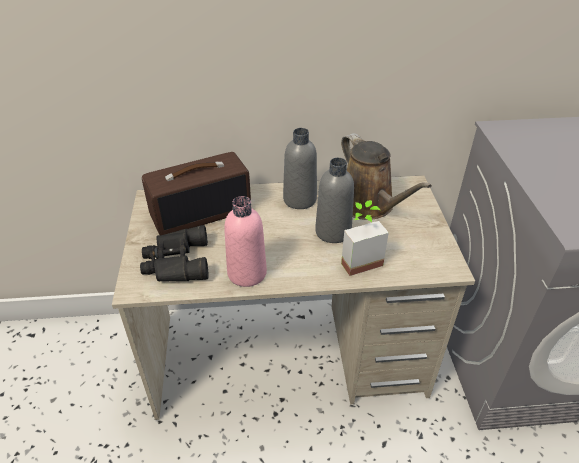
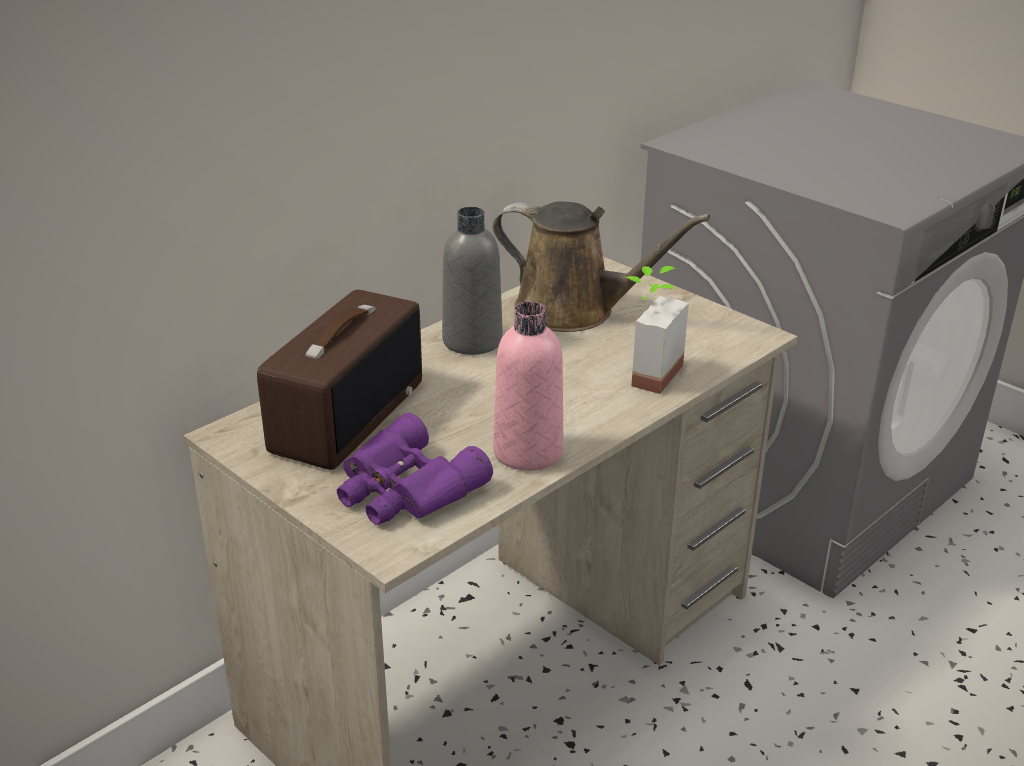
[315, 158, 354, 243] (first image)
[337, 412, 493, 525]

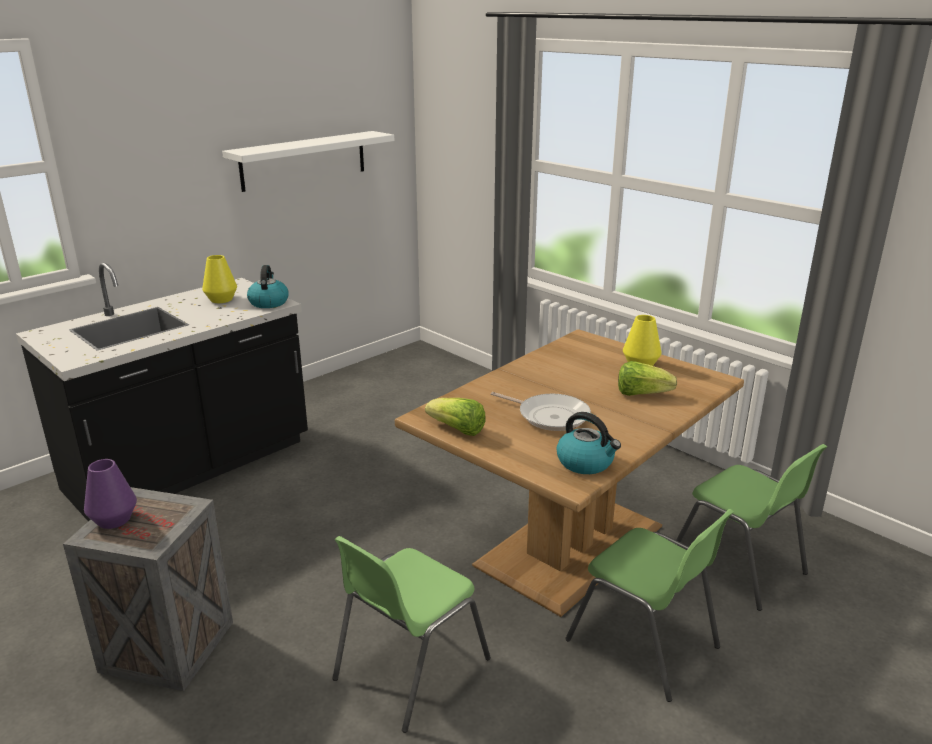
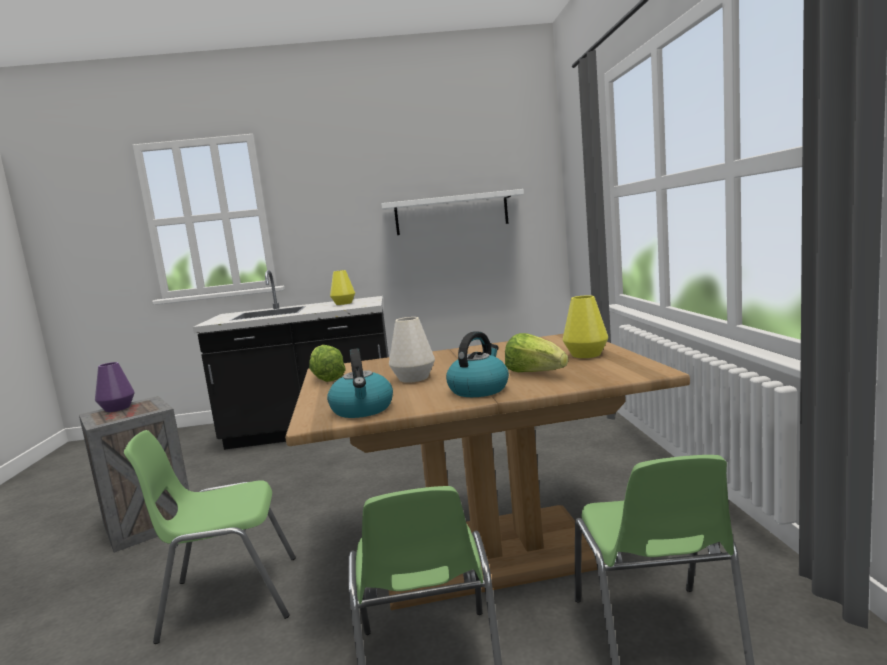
[446, 331, 509, 397]
[389, 317, 435, 383]

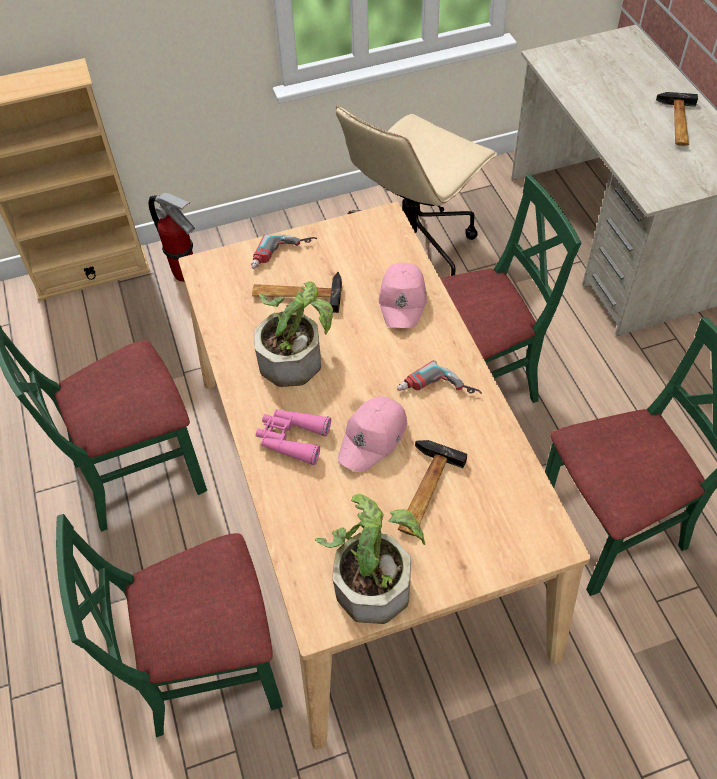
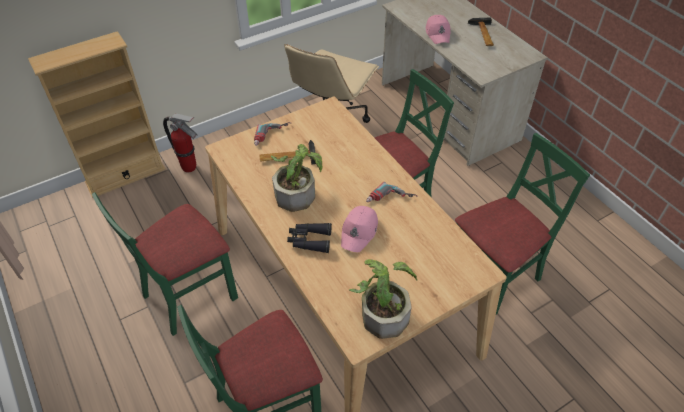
[398, 440, 467, 536] (first image)
[426, 15, 451, 44]
[287, 223, 332, 253]

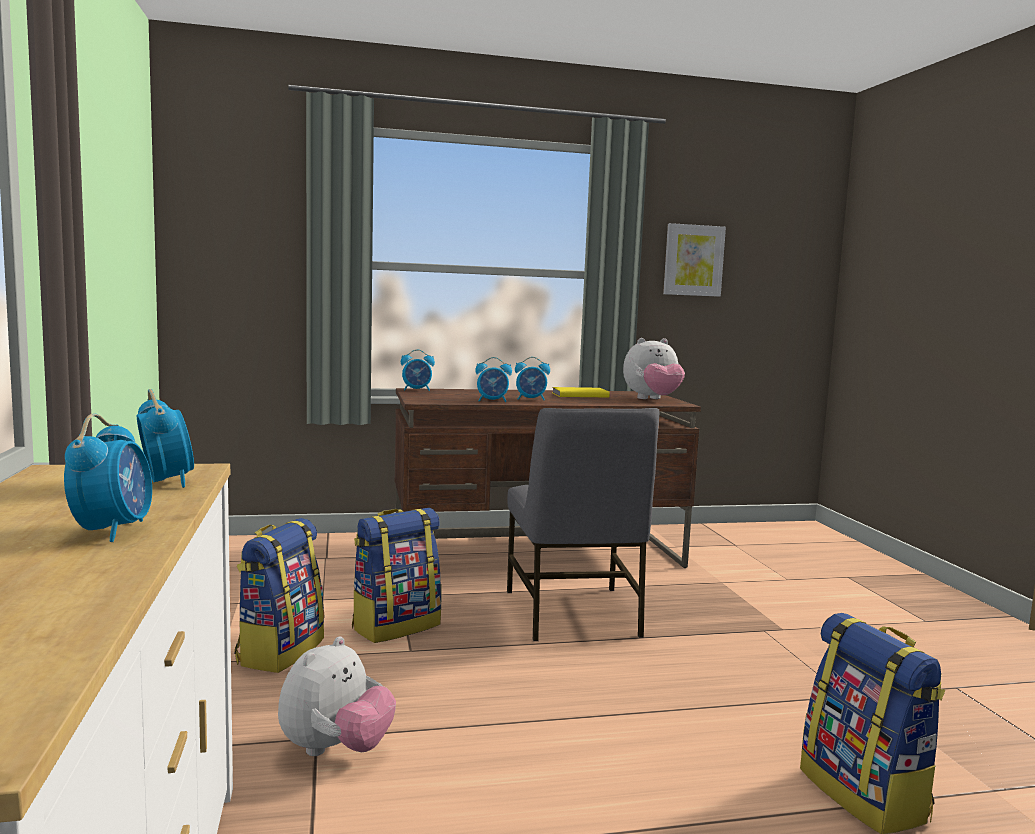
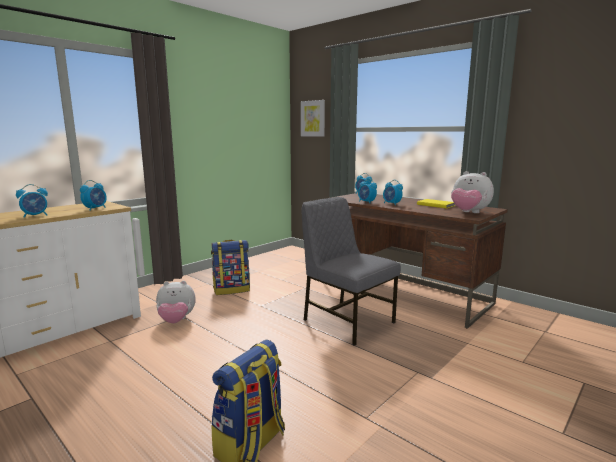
[352, 508, 442, 643] (first image)
[301, 100, 325, 137]
[302, 197, 401, 346]

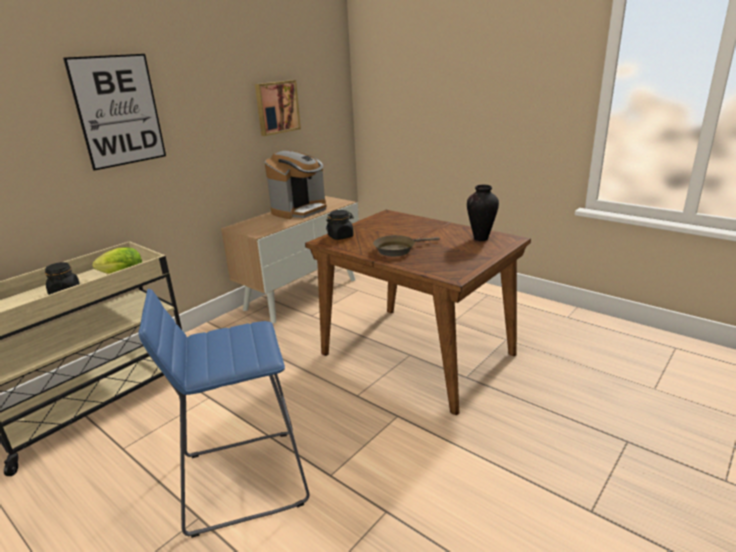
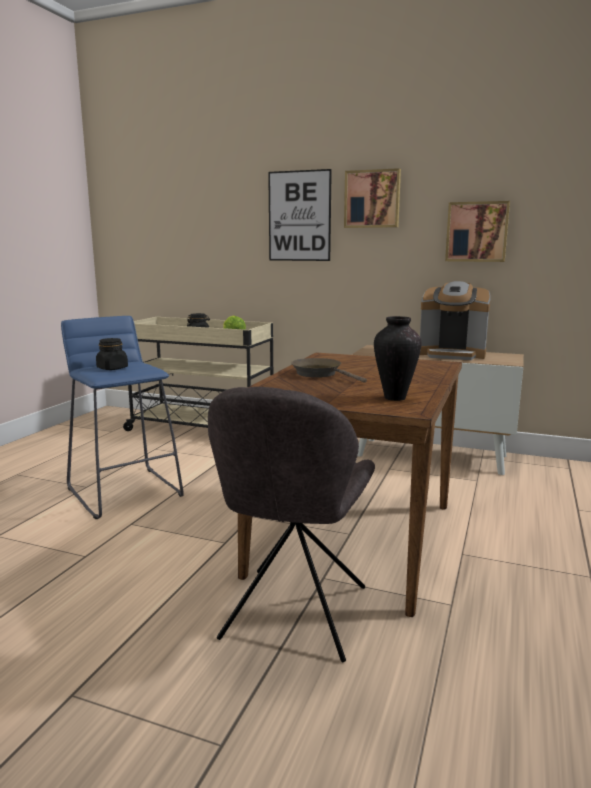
[208, 387, 375, 662]
[344, 168, 401, 228]
[96, 338, 128, 370]

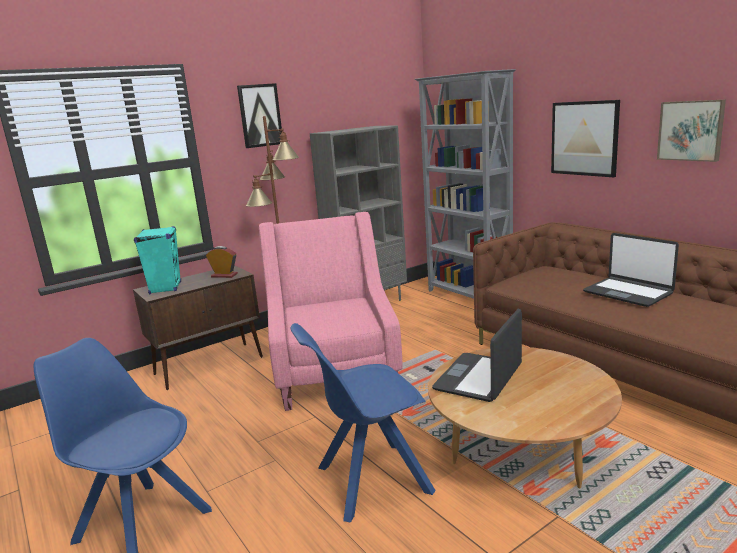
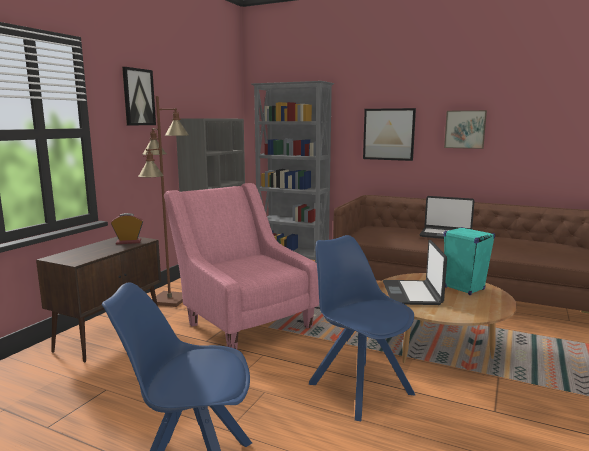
[443, 227, 495, 295]
[309, 235, 416, 421]

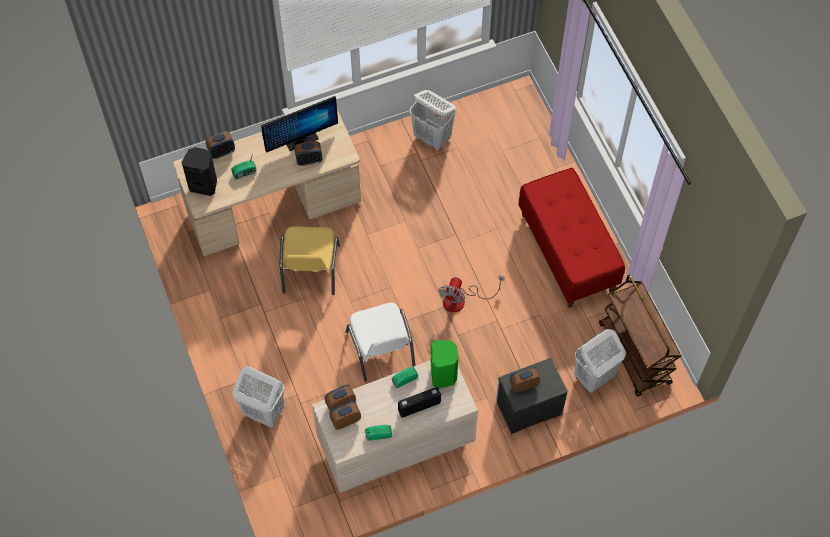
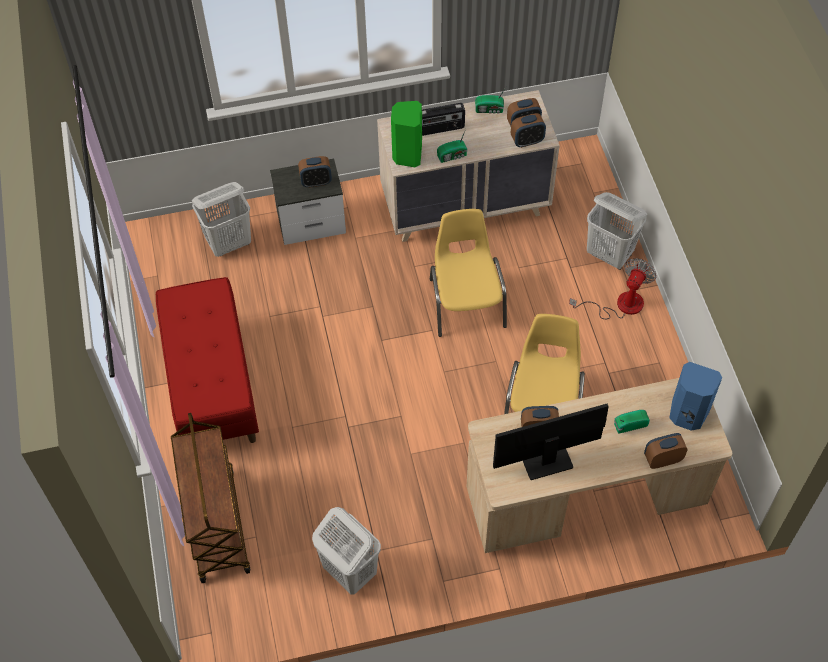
[569, 258, 656, 319]
[171, 413, 250, 583]
[669, 362, 722, 431]
[430, 209, 507, 337]

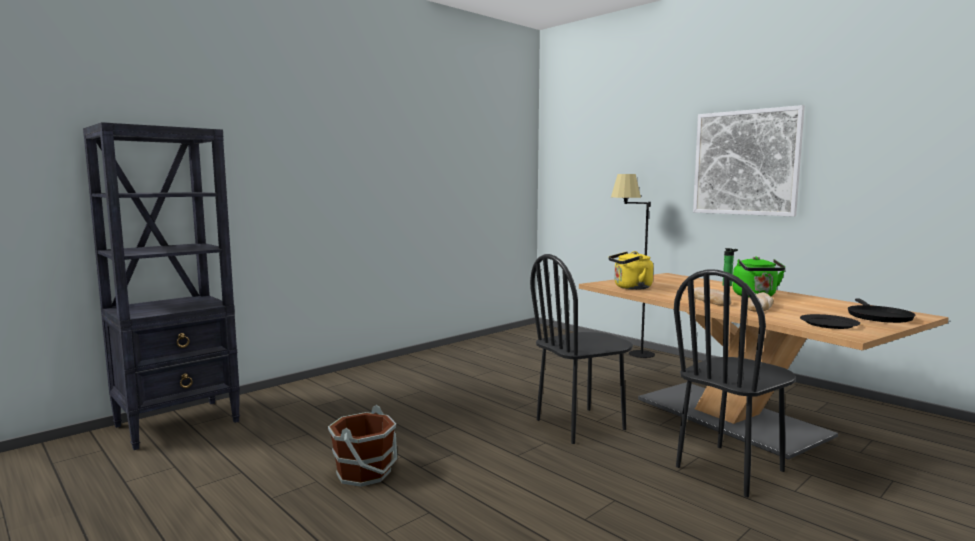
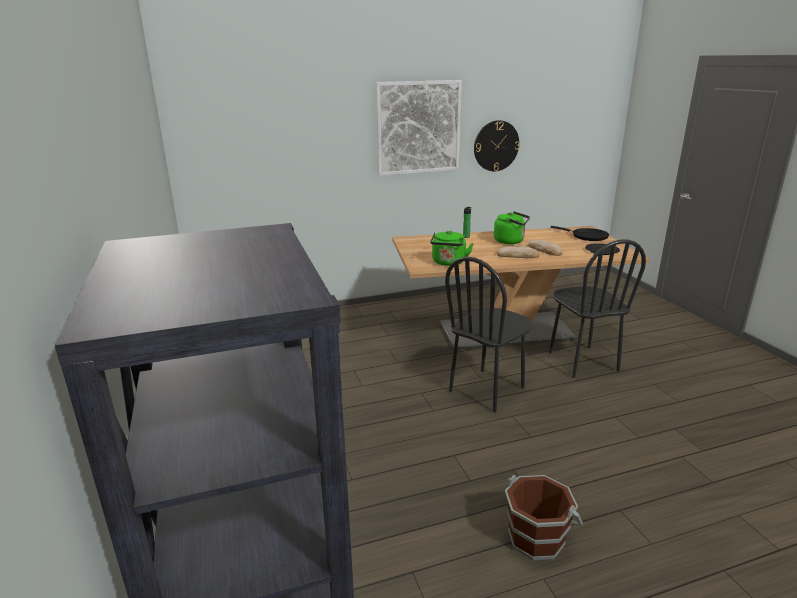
[611, 174, 655, 358] (first image)
[474, 120, 520, 171]
[430, 231, 474, 266]
[445, 257, 532, 412]

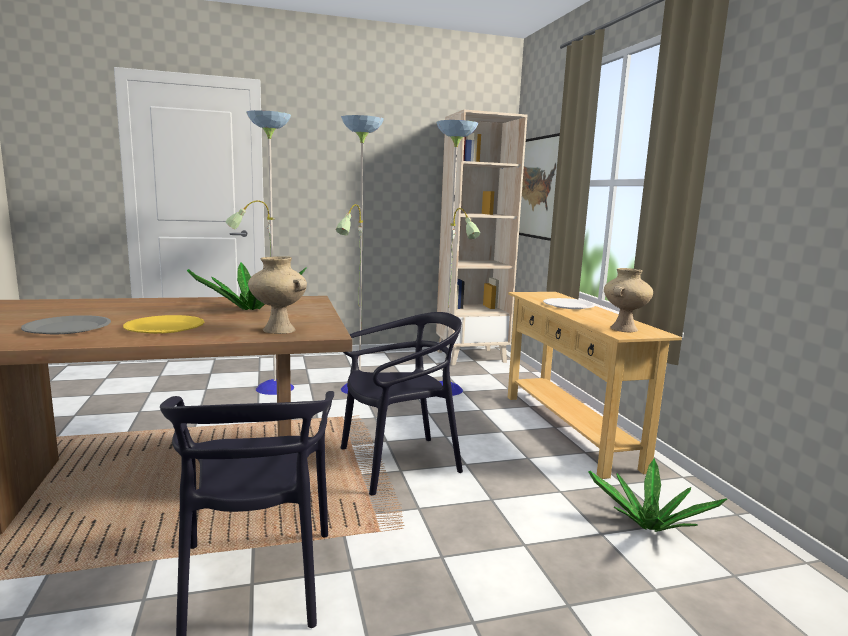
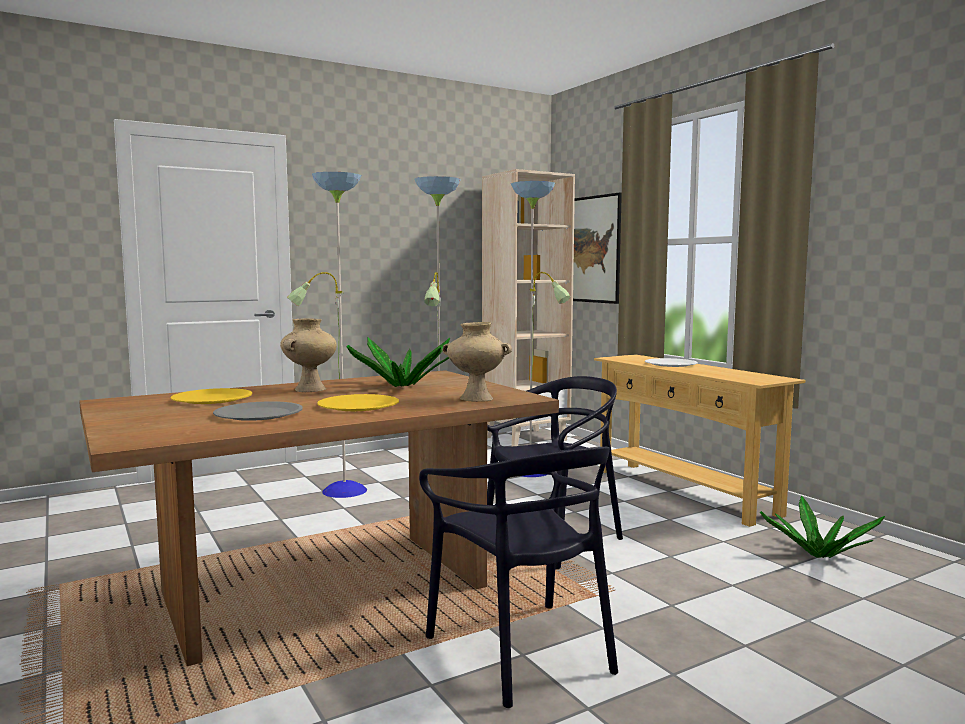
[171, 388, 253, 404]
[280, 318, 337, 392]

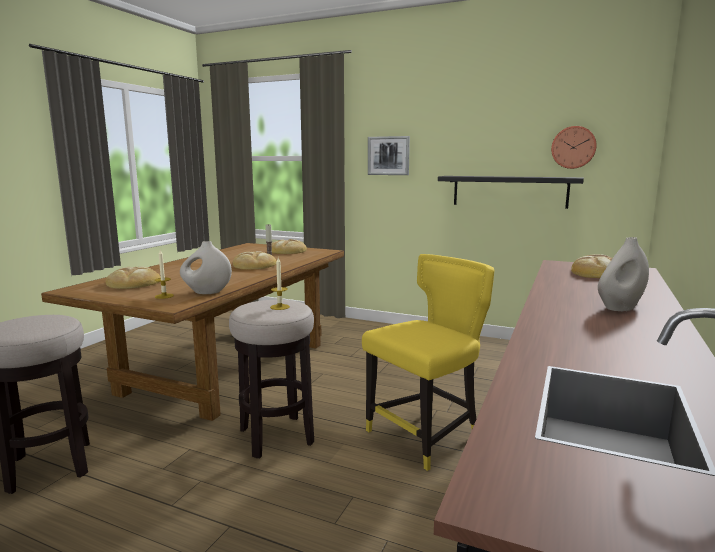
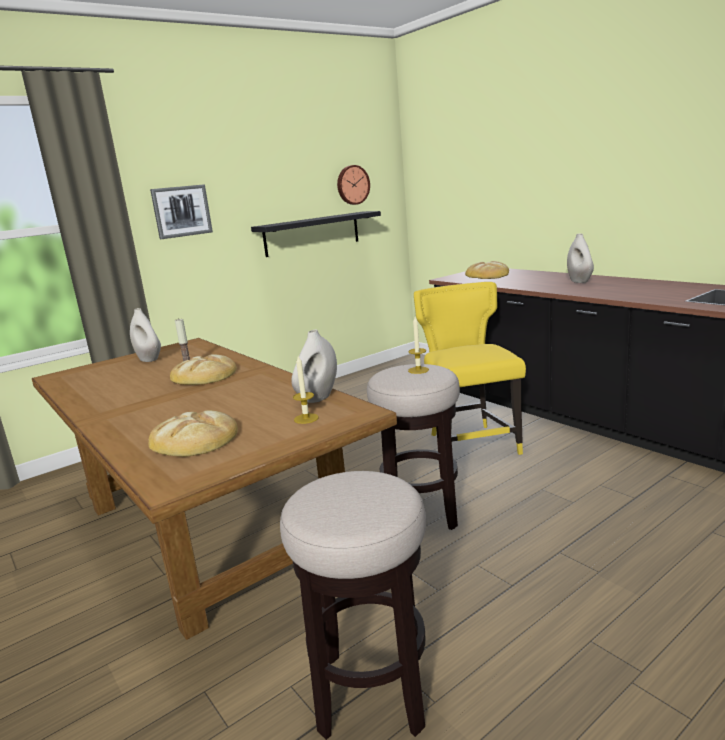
[130, 308, 161, 362]

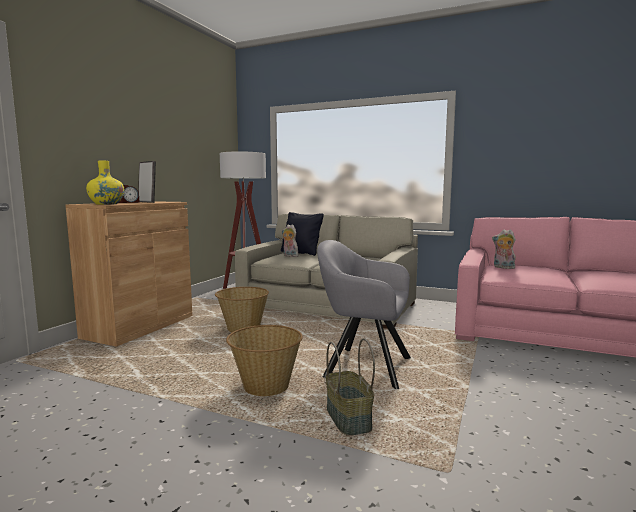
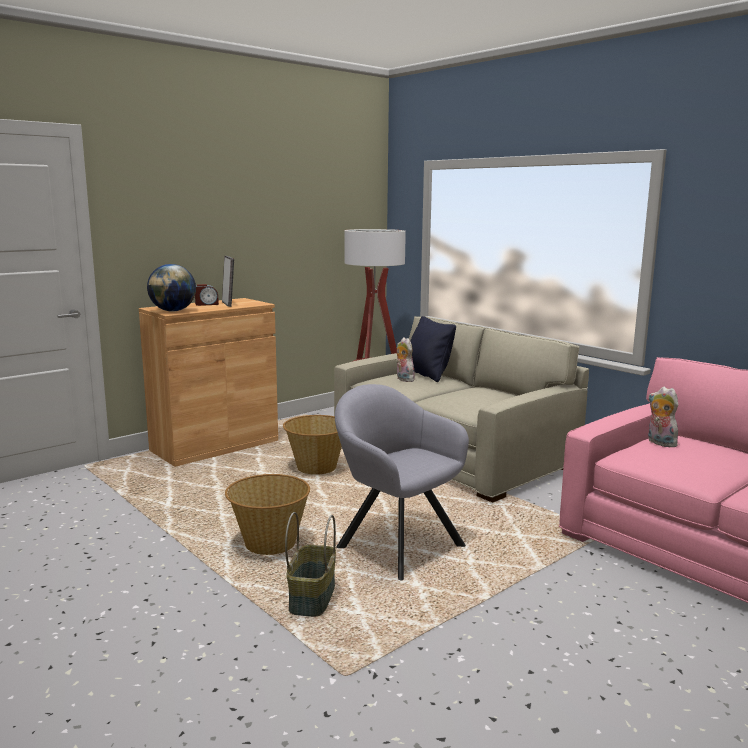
[147, 264, 196, 312]

